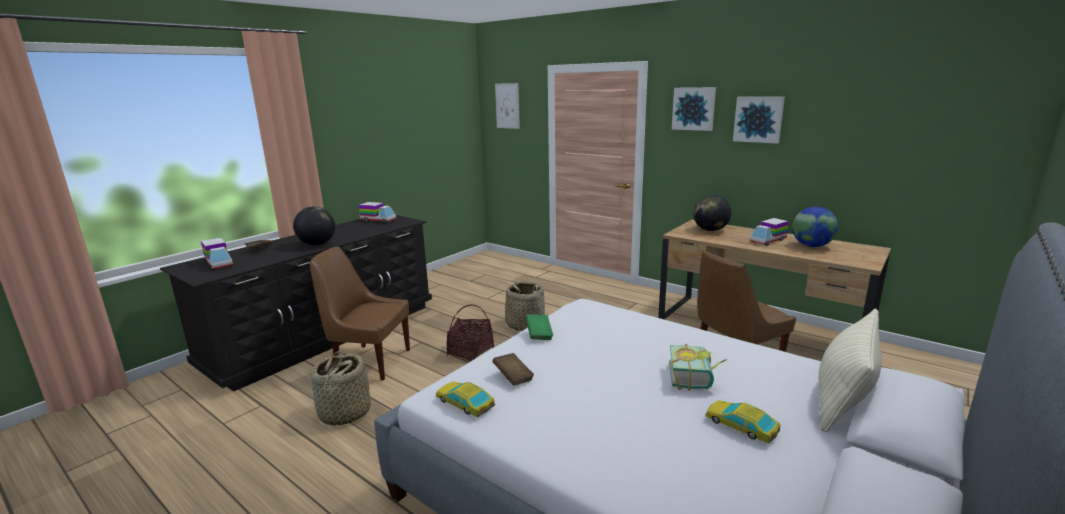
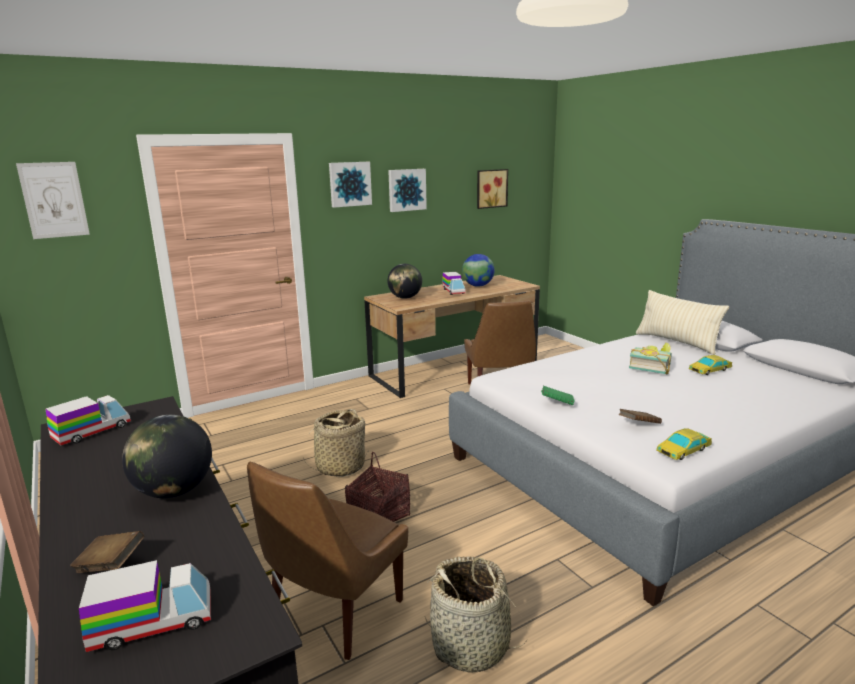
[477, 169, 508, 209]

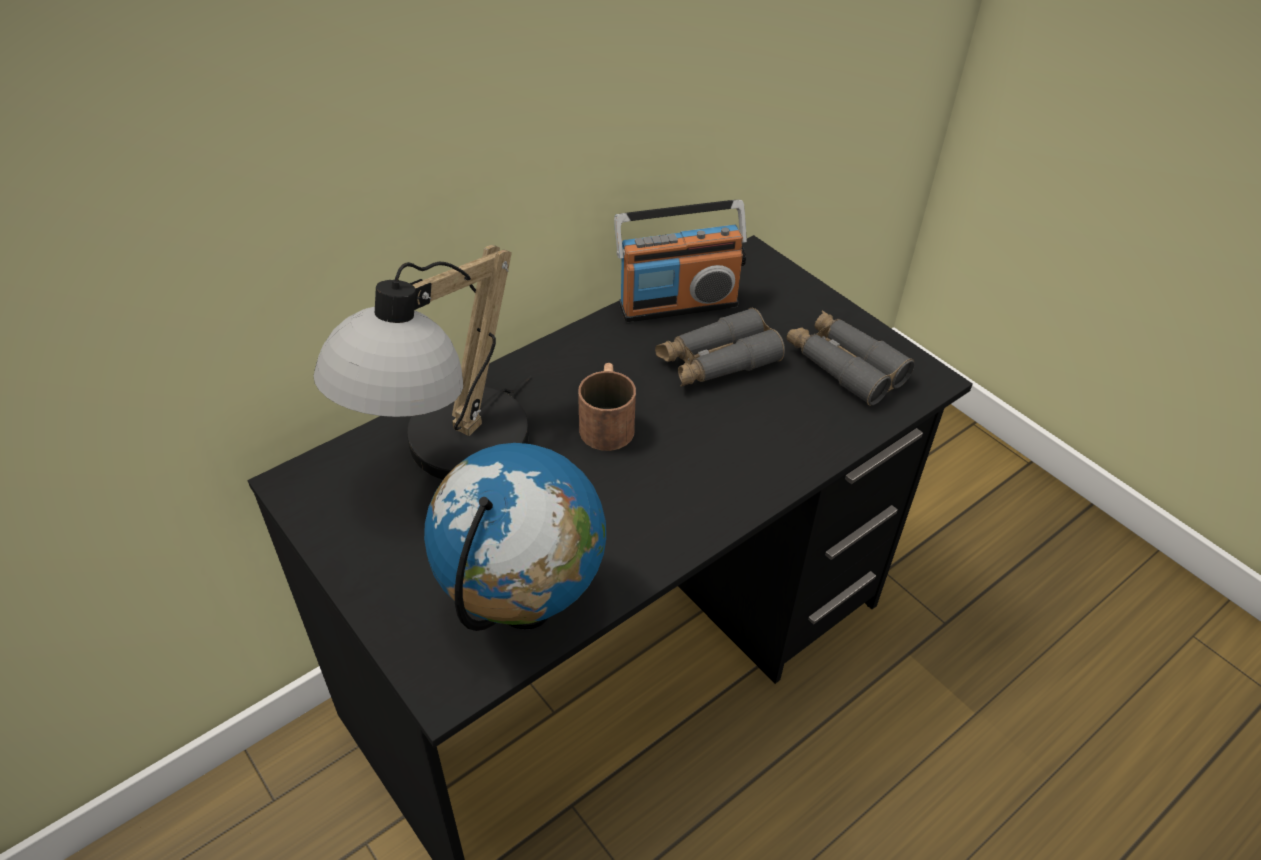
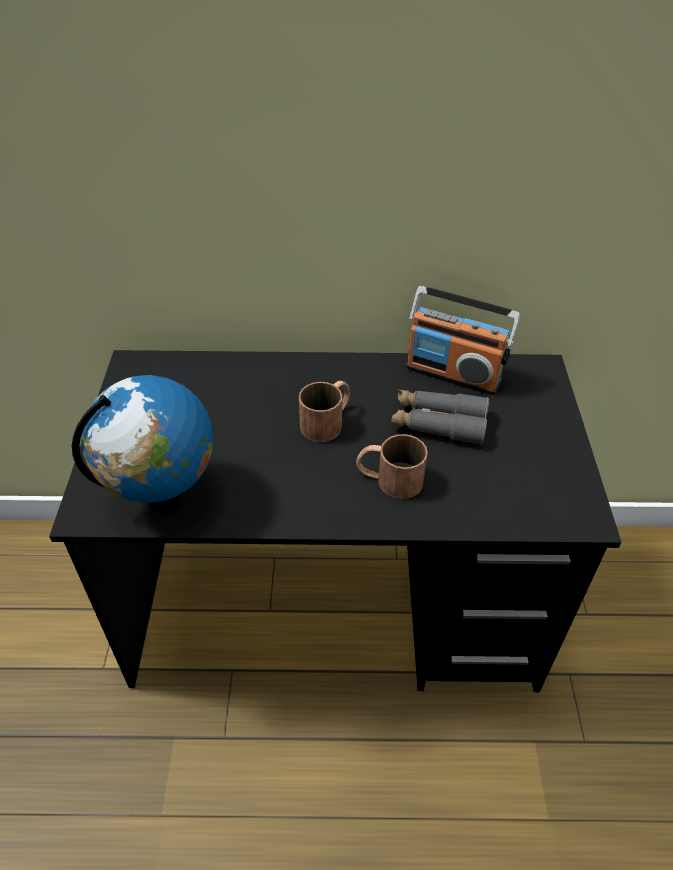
[313, 245, 532, 480] (first image)
[786, 310, 915, 406] (first image)
[356, 434, 428, 499]

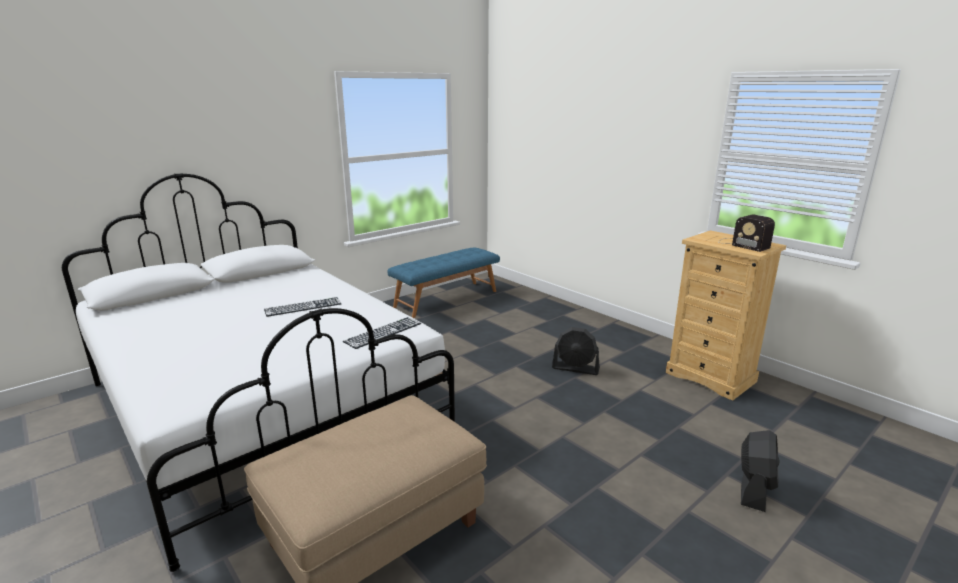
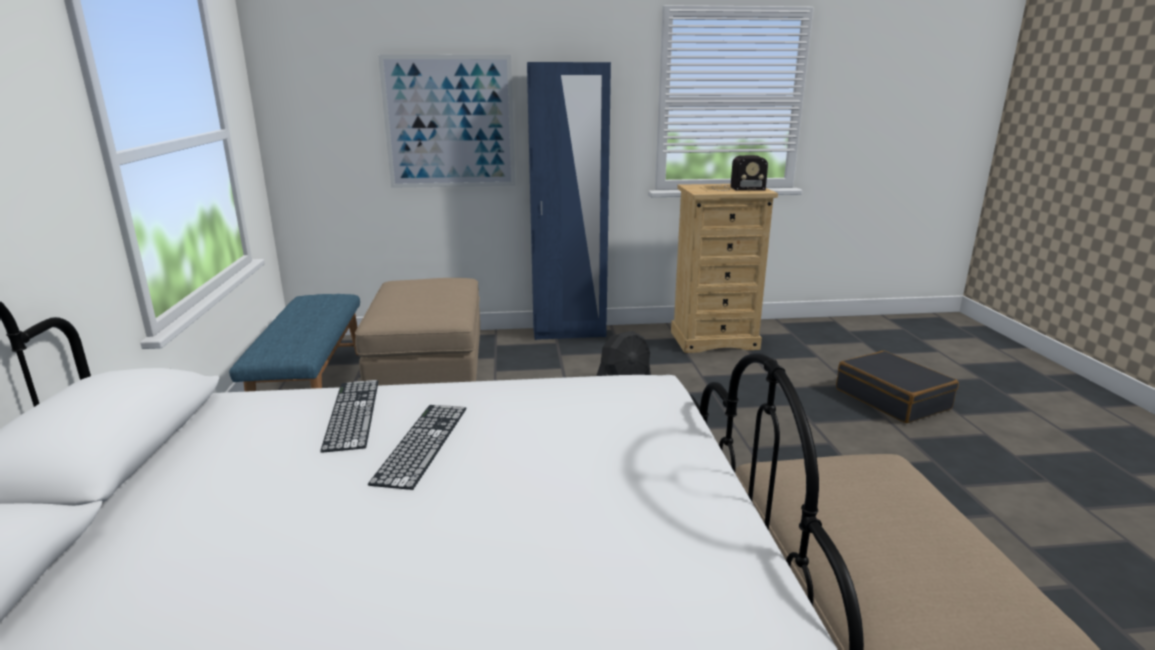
[355, 278, 480, 386]
[378, 54, 515, 188]
[527, 62, 611, 340]
[320, 380, 378, 453]
[836, 351, 959, 423]

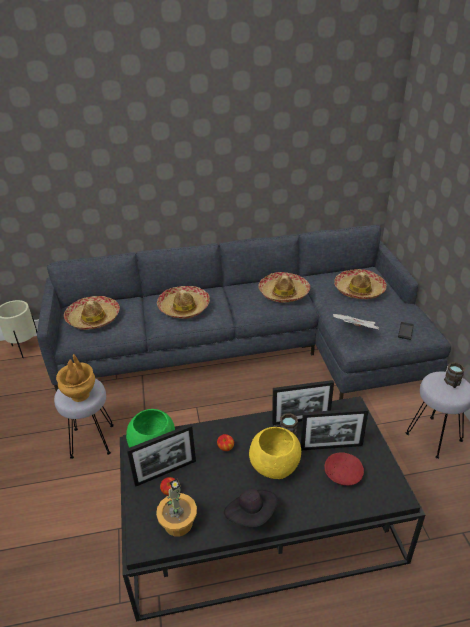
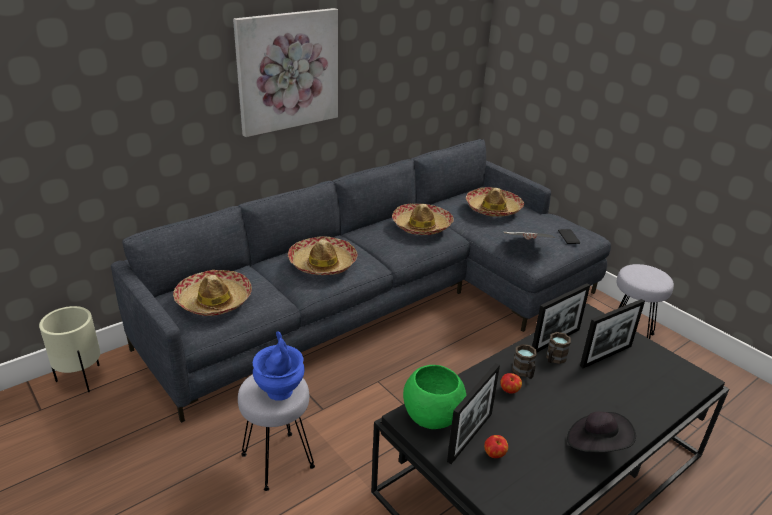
[156, 478, 197, 537] (first image)
[249, 427, 301, 479] (first image)
[324, 452, 364, 486] (first image)
[233, 8, 338, 137]
[512, 344, 537, 379]
[253, 331, 305, 401]

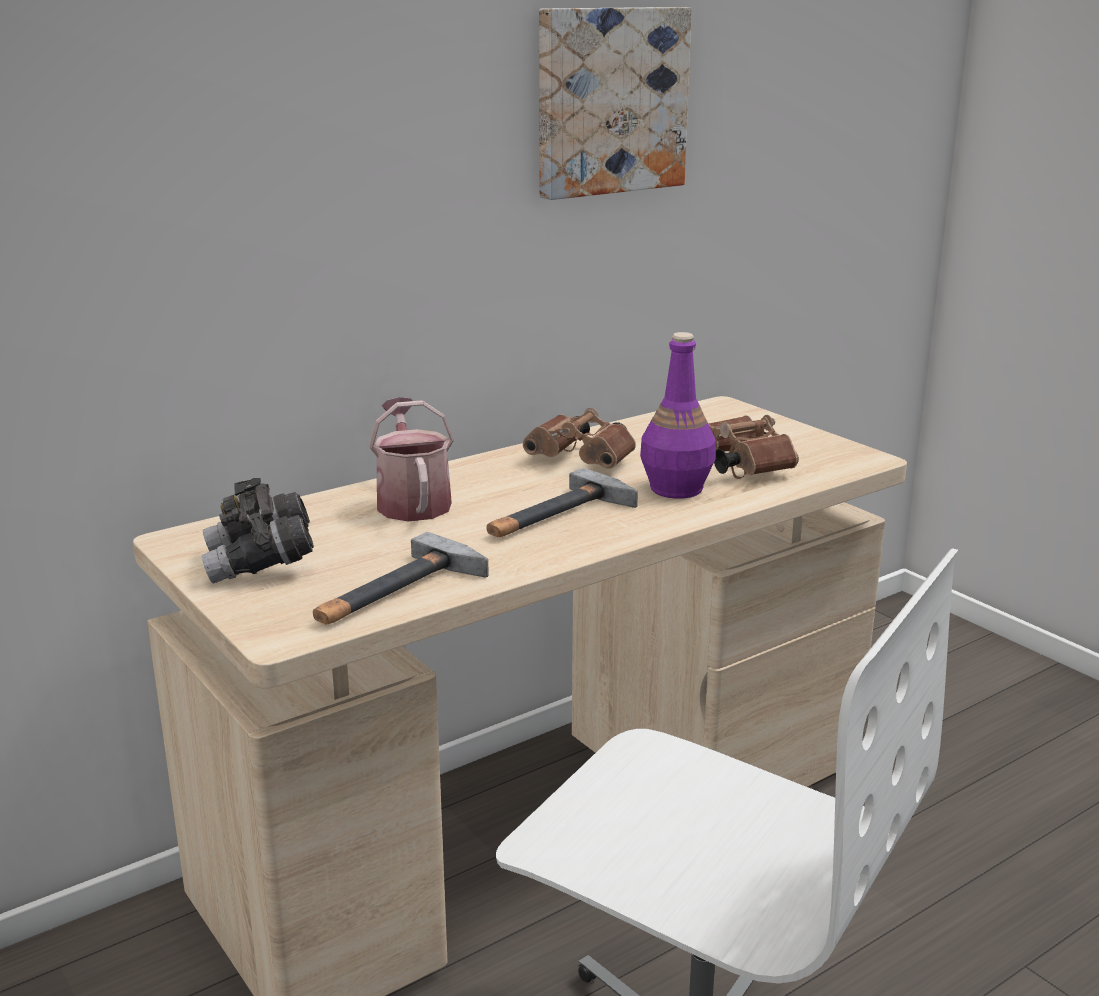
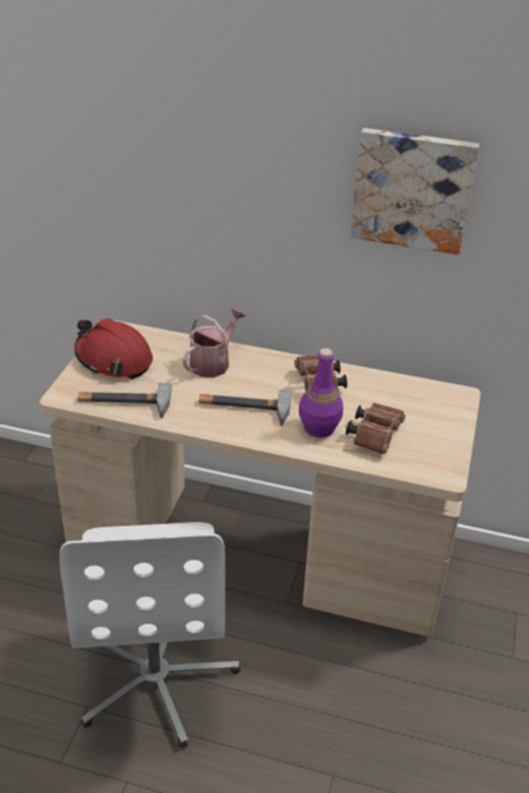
[74, 318, 153, 379]

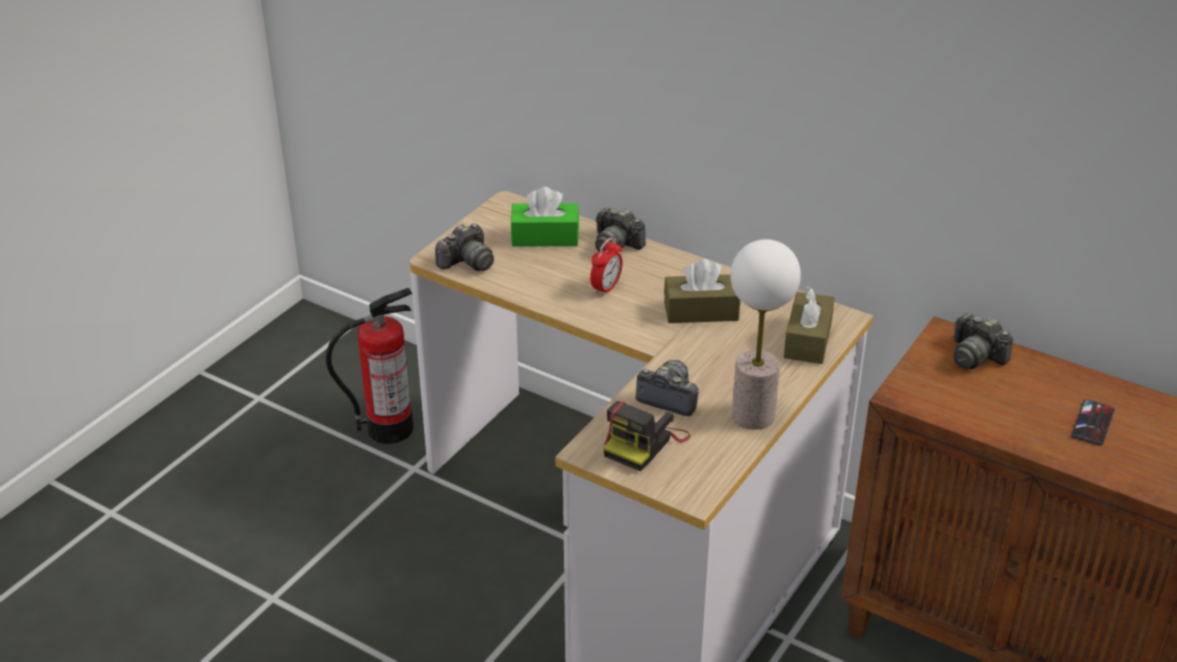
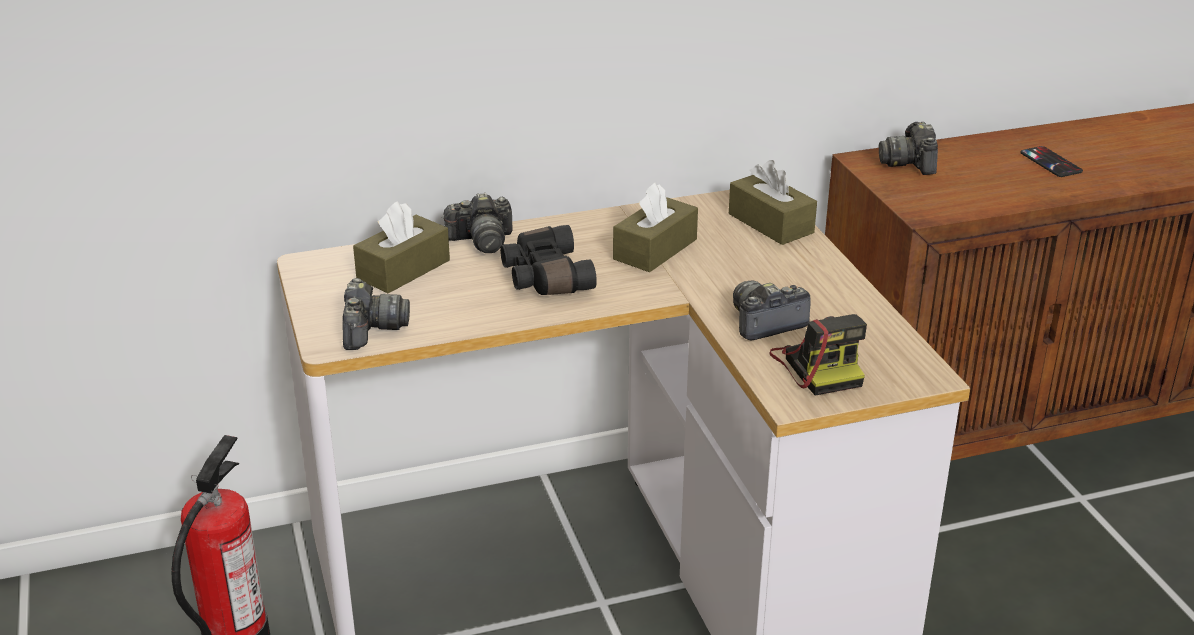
[730, 239, 801, 429] (first image)
[500, 225, 597, 295]
[353, 201, 450, 293]
[879, 122, 938, 175]

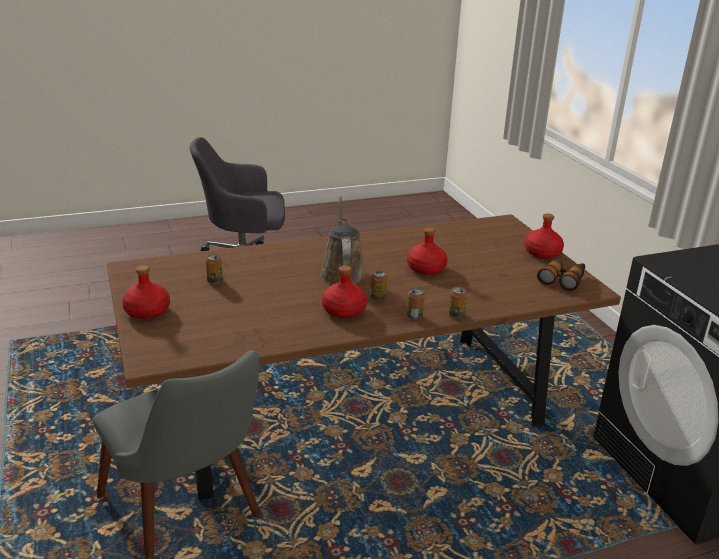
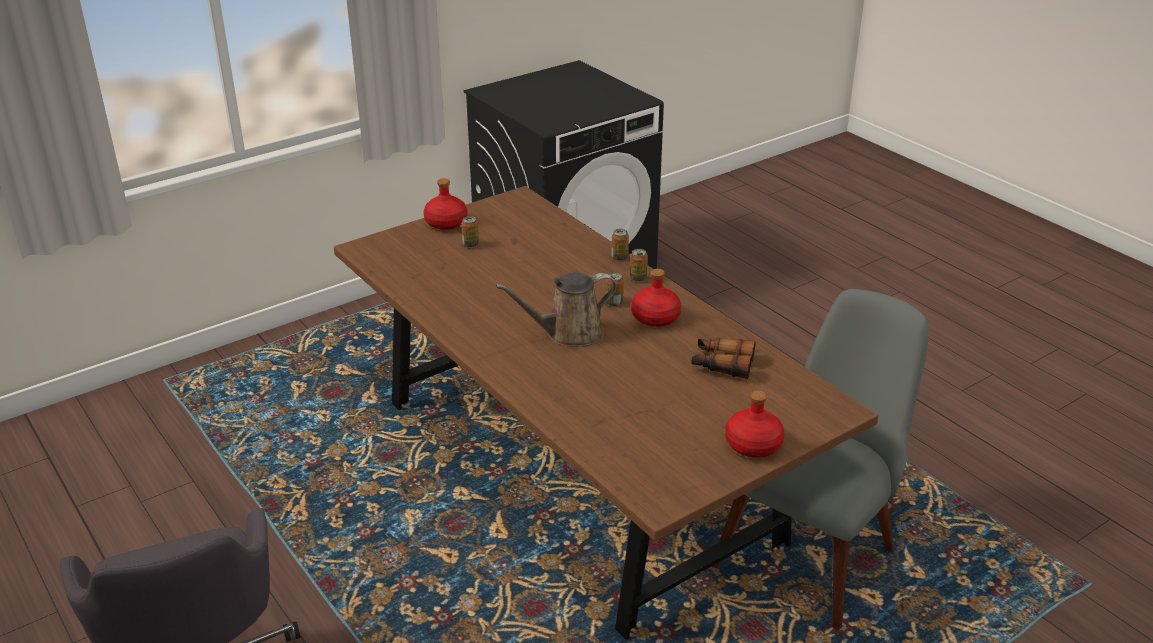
[407, 227, 448, 275] (first image)
[461, 216, 479, 248]
[691, 338, 756, 379]

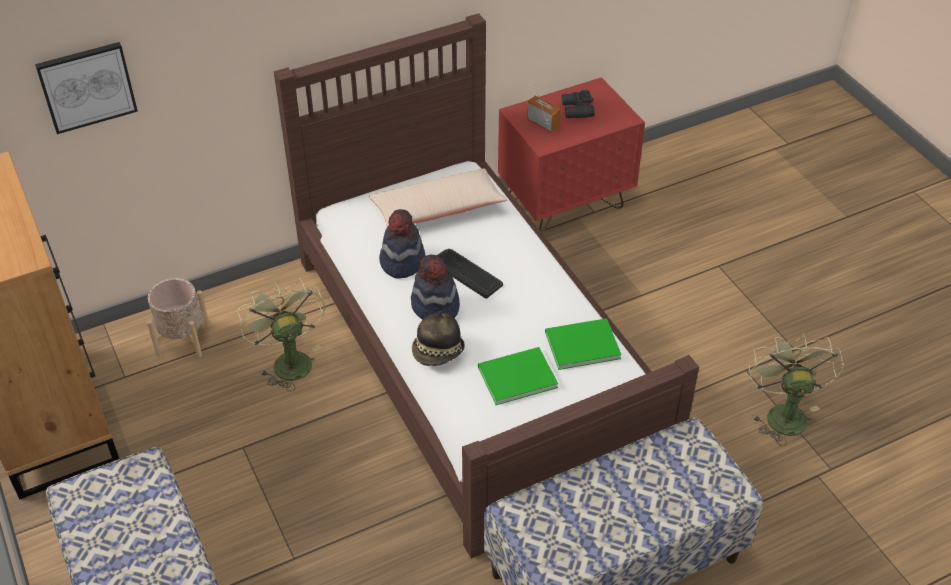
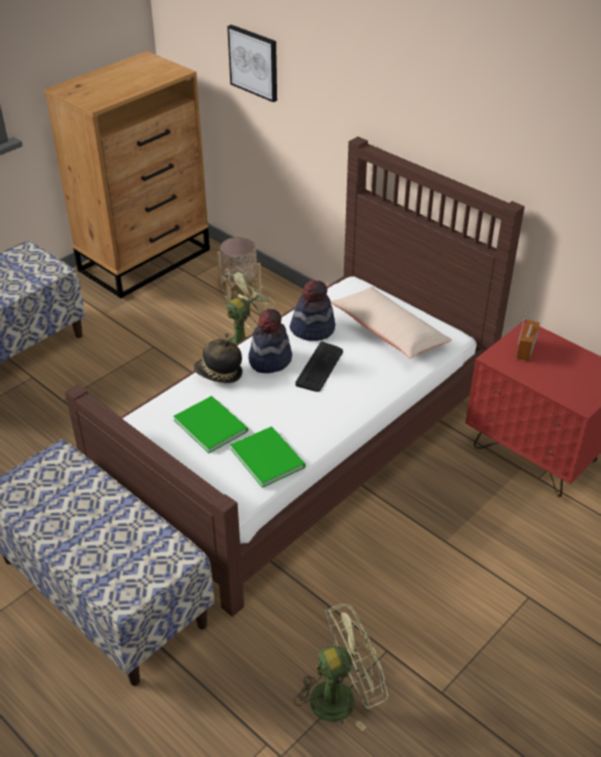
[562, 90, 594, 119] (first image)

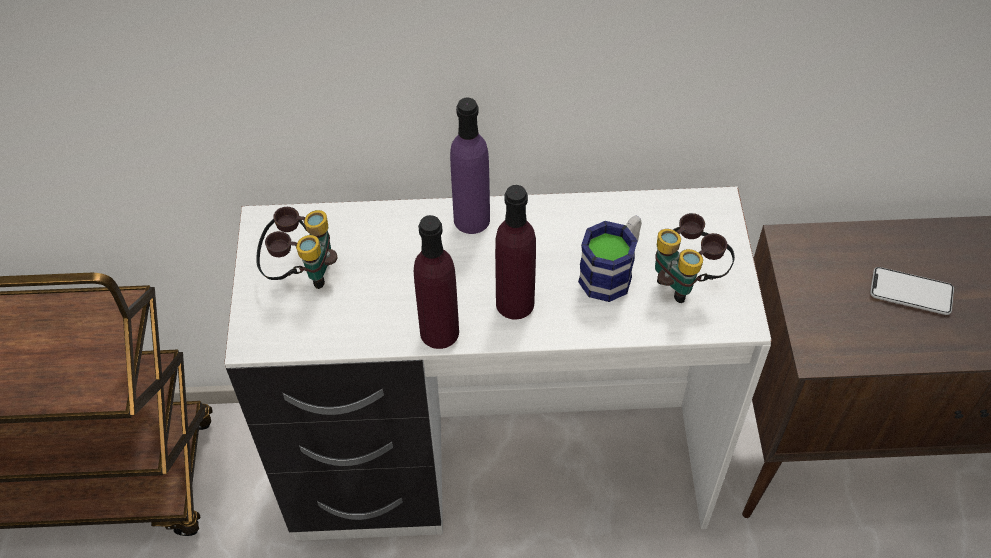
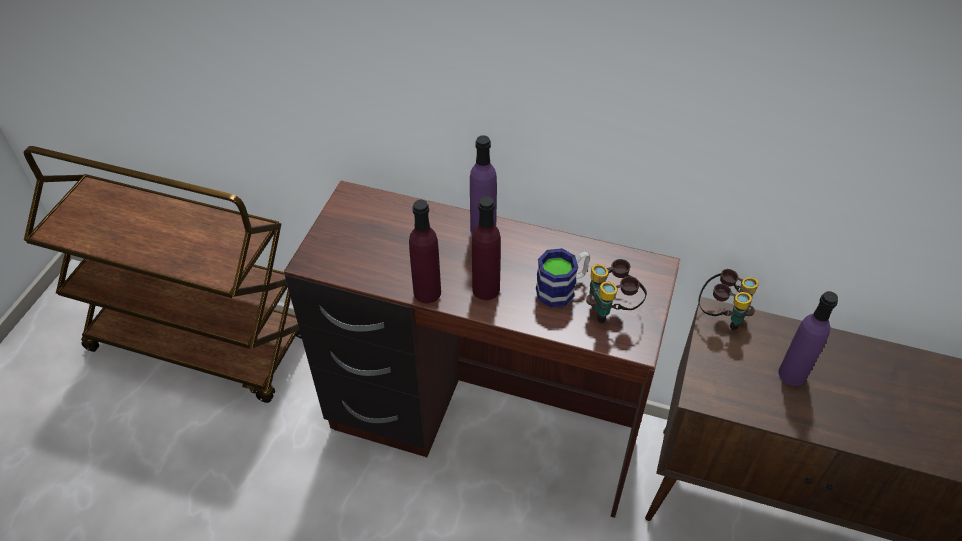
[698, 269, 759, 330]
[778, 291, 838, 386]
[284, 180, 680, 518]

